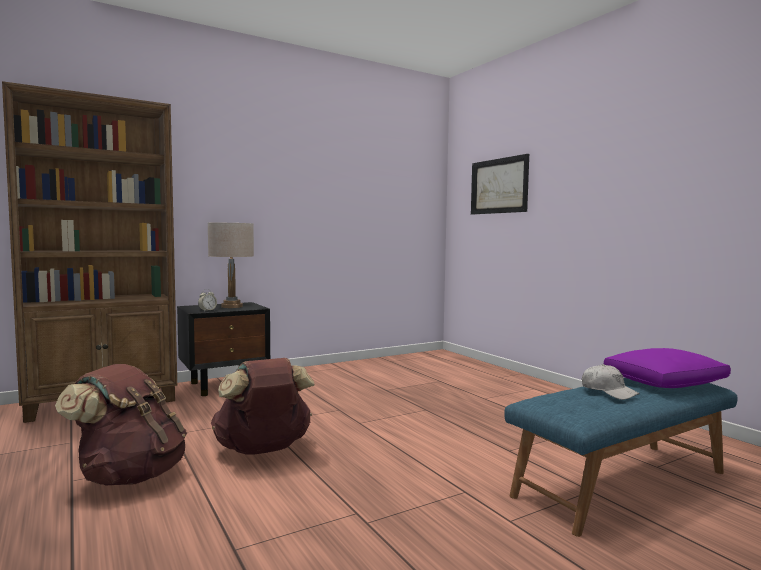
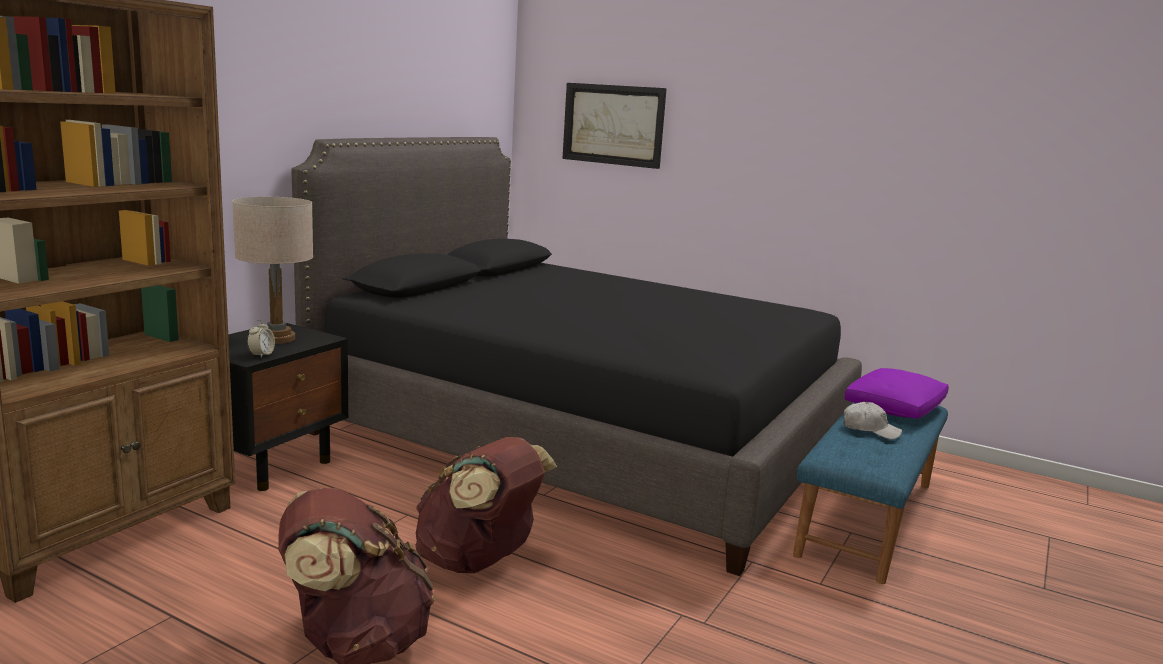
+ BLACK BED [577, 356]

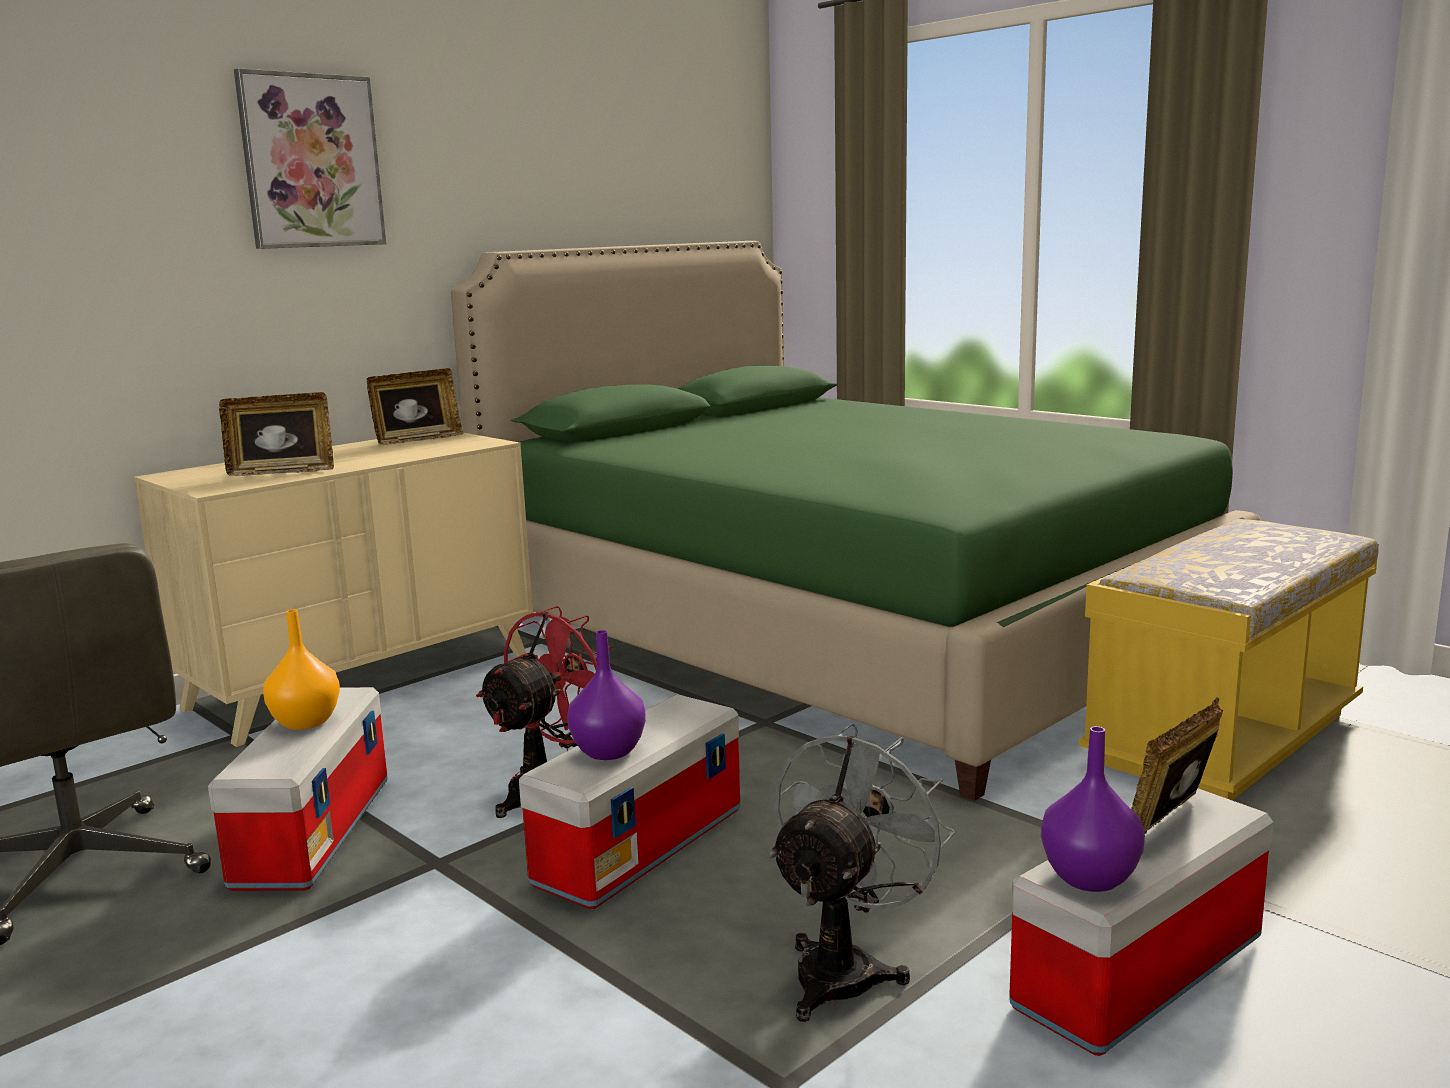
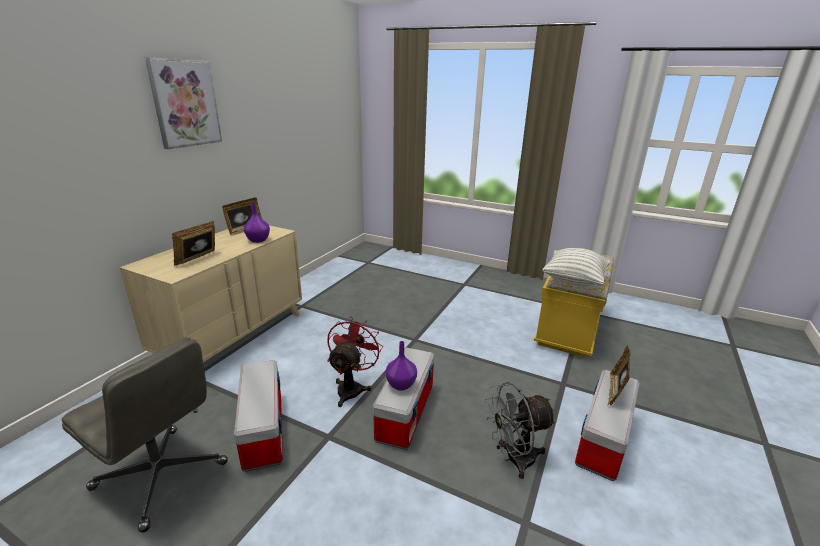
~ PICTURE FRAME [276, 434] = [193, 243] 150 degrees clockwise
~ PURPLE VASE [1093, 809] to [257, 222]
~ GREY FAN [862, 872] = [520, 430] 120 degrees counterclockwise
+ PILLOW [576, 267]
- ORANGE VASE [301, 669]
- GREEN BED [856, 521]

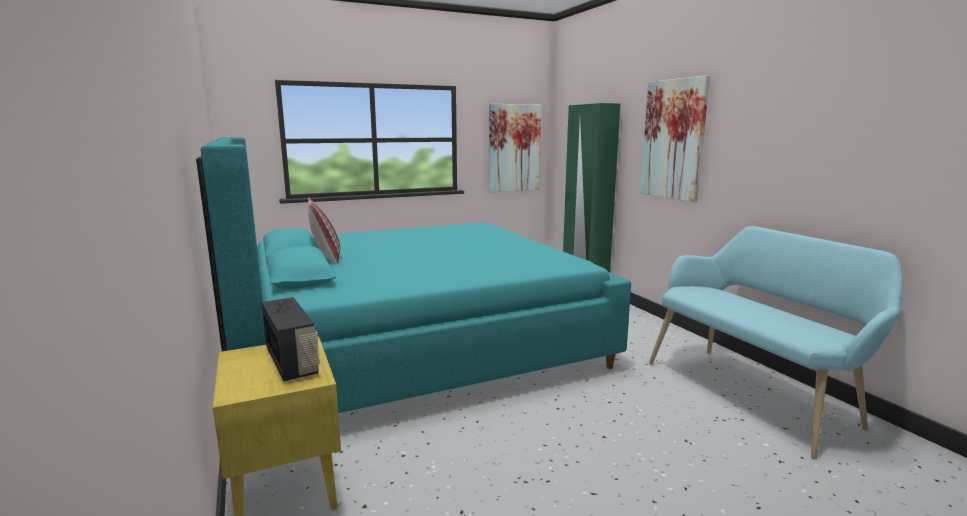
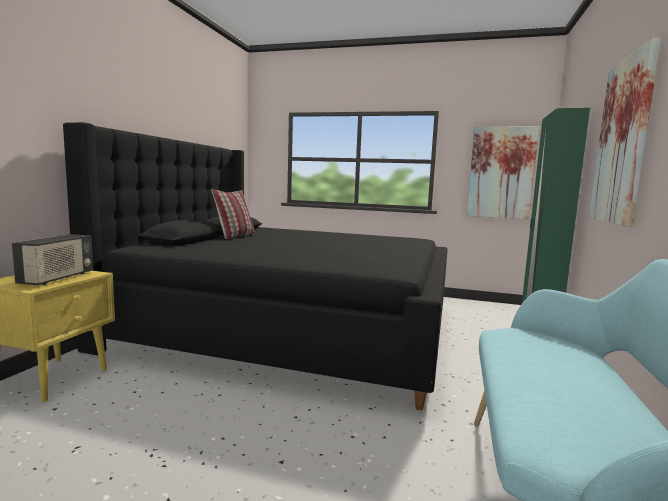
~ TURQUOISE BED [413, 275] to BLACK BED [255, 266]

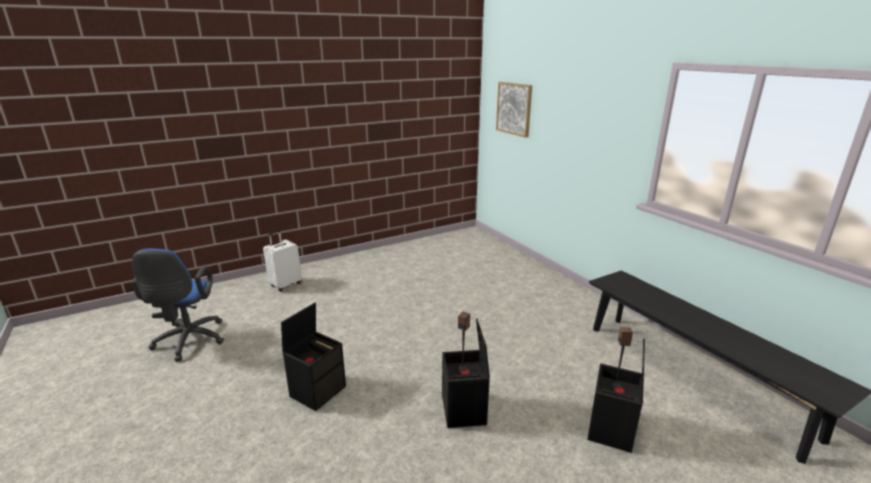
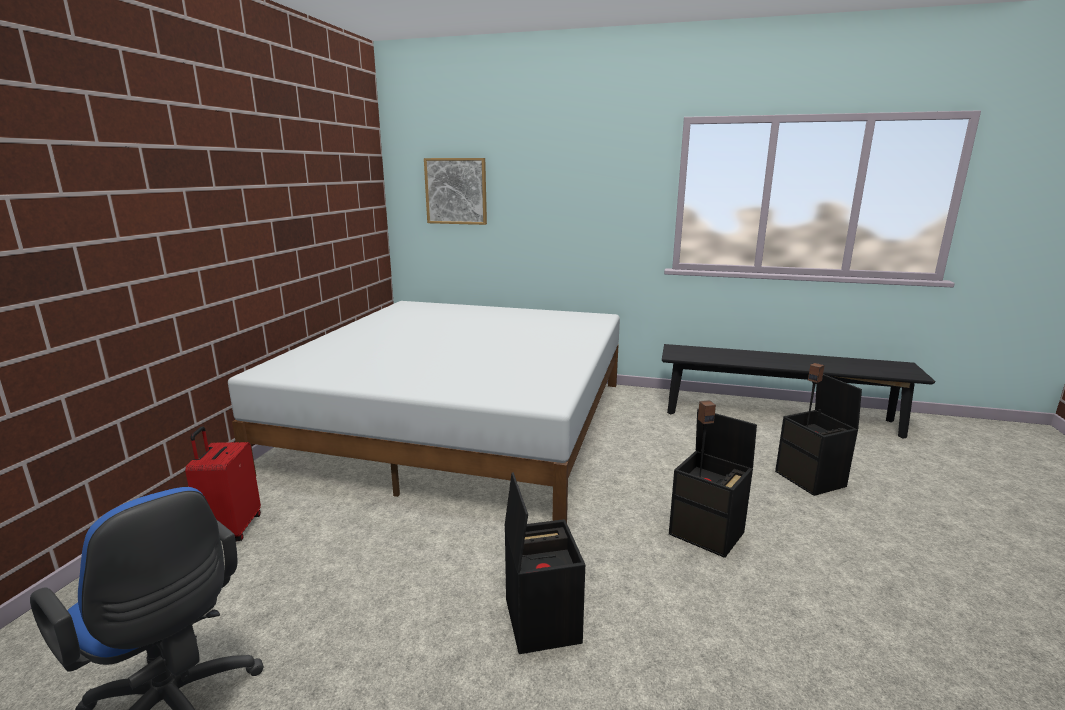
~ WHITE SUITCASE [282, 260] to RED SUITCASE [223, 483]
+ WHITE BED [424, 412]

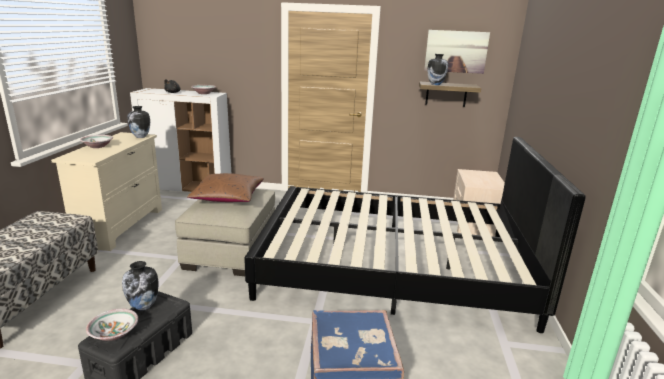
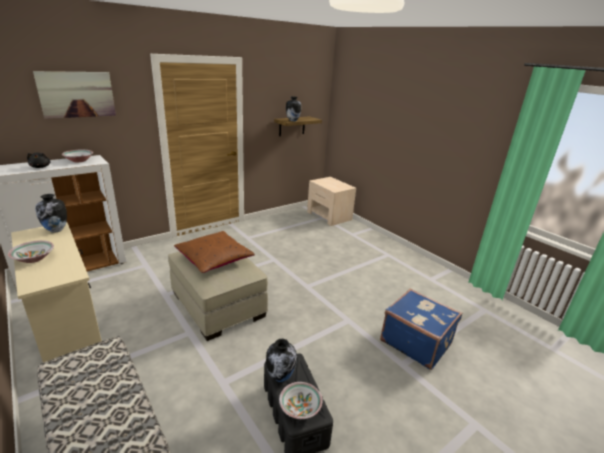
~ PICTURE [457, 52] to [74, 95]
- BLACK BED [415, 235]

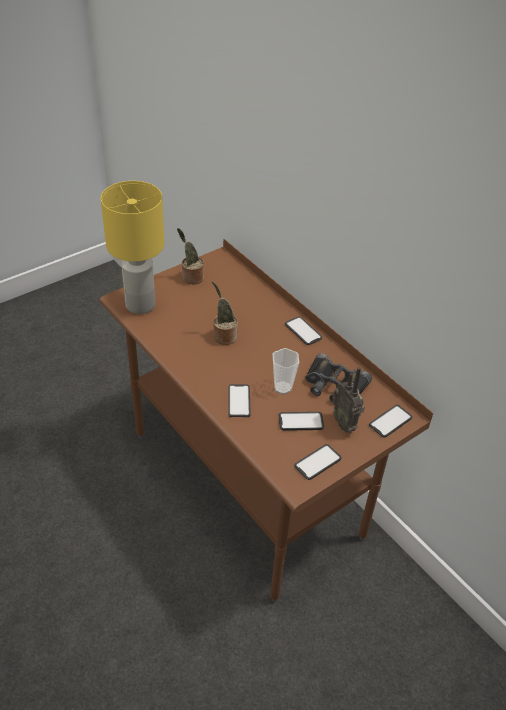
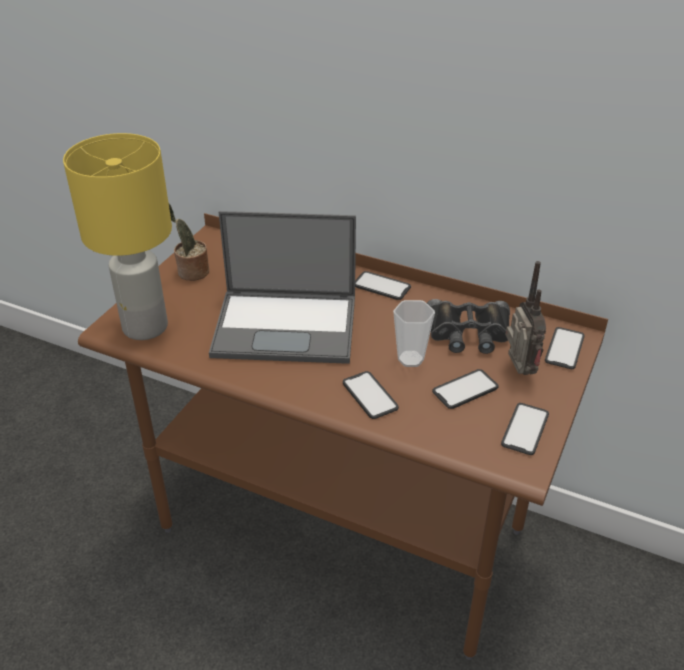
~ POTTED PLANT [225, 313] to LAPTOP [282, 287]
~ RADIO [349, 400] = [525, 318] 135 degrees counterclockwise

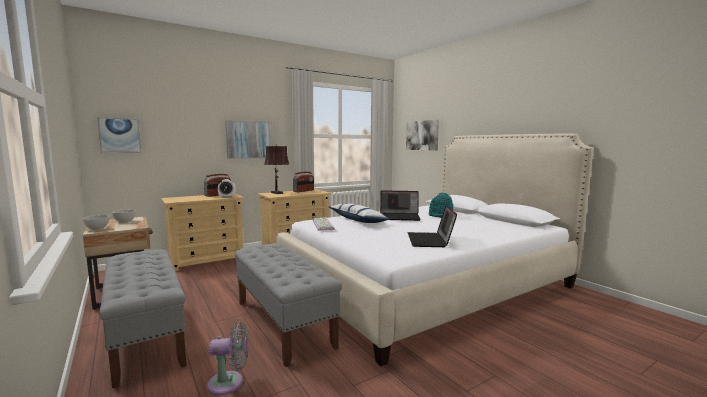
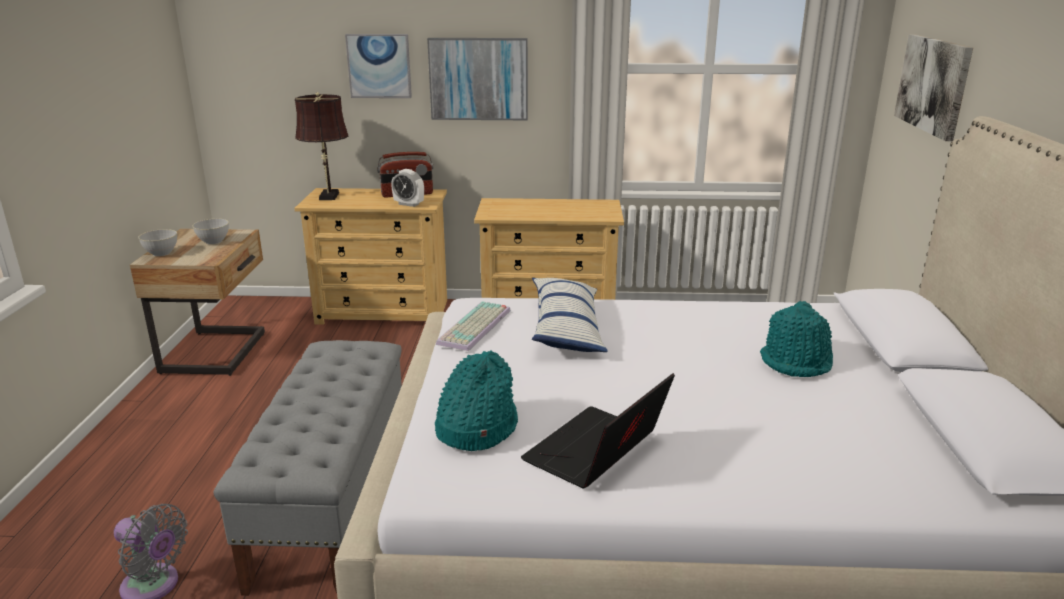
~ BROWN TABLE LAMP [277, 169] to [321, 146]
~ PICTURE [119, 135] to [378, 66]
+ TURQUOISE HAT [476, 401]
- GREY BENCH [143, 318]
- RADIO [303, 182]
- LAPTOP [400, 205]

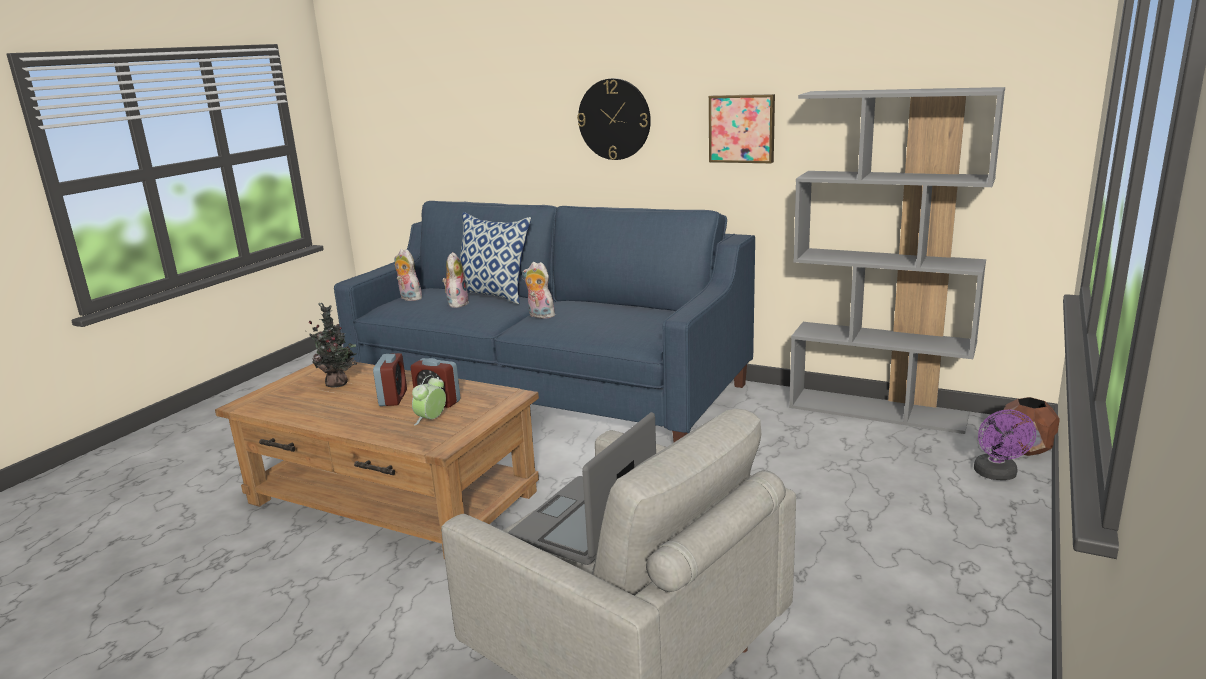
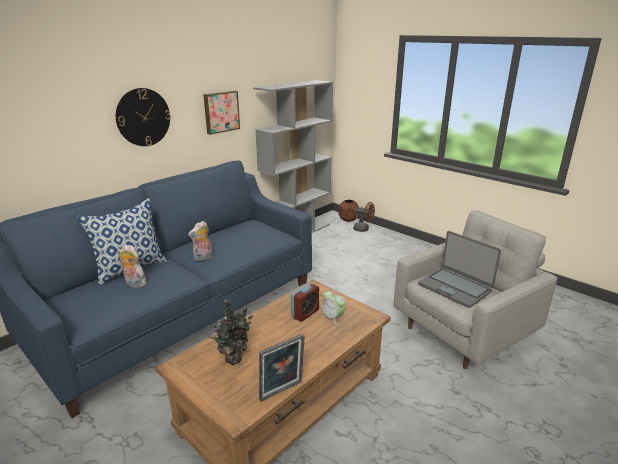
+ PICTURE FRAME [282, 368]
~ PURPLE FAN [1005, 445] to BROWN FAN [364, 217]
- ALARM CLOCK [390, 379]
- PLUSH TOY [408, 275]

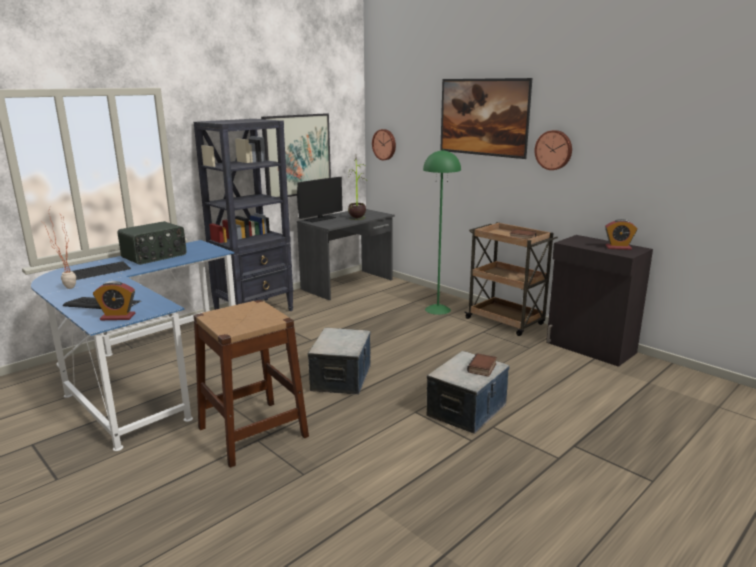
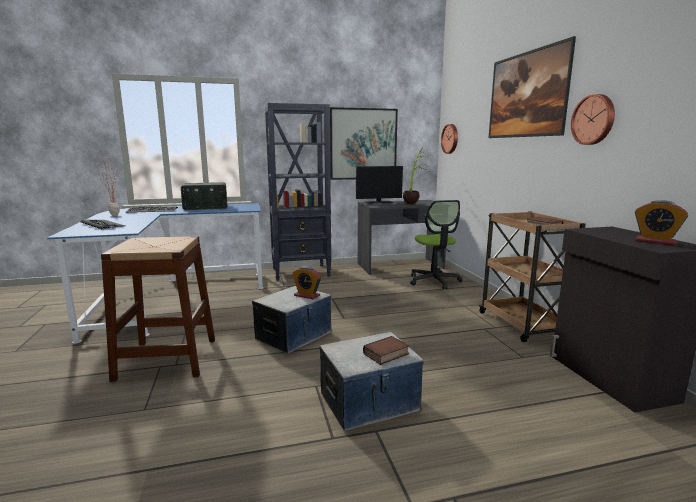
~ ALARM CLOCK [114, 300] to [306, 282]
+ OFFICE CHAIR [436, 244]
- GREEN FLOOR LAMP [442, 232]

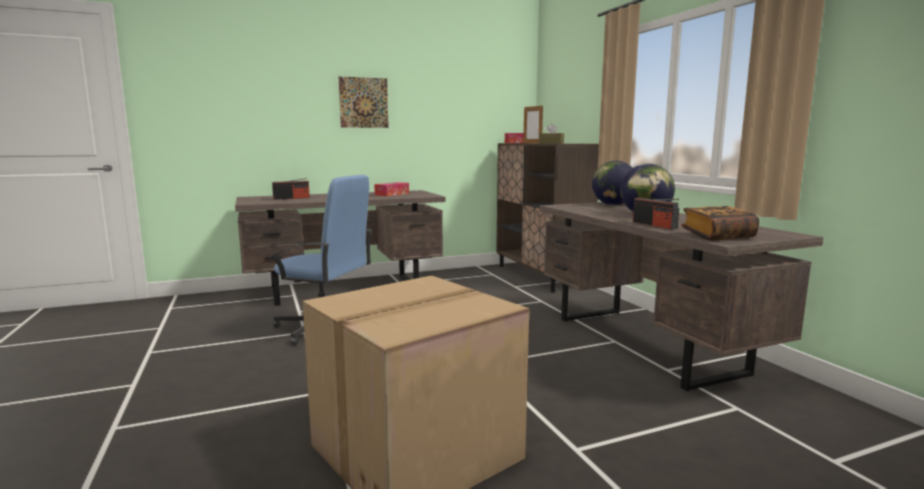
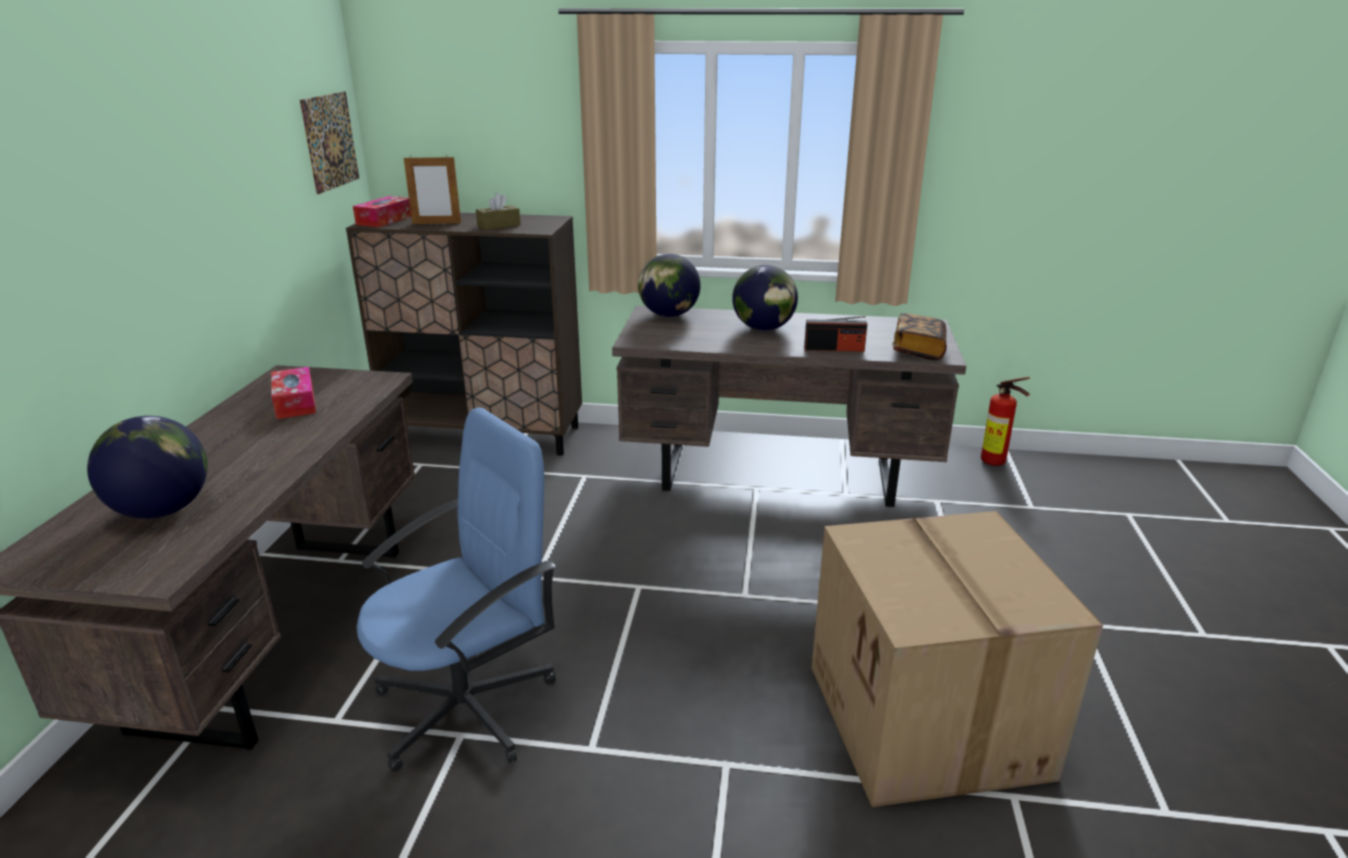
~ RADIO [291, 189] to GLOBE [147, 467]
~ PICTURE [364, 102] to [329, 143]
+ FIRE EXTINGUISHER [1005, 421]

